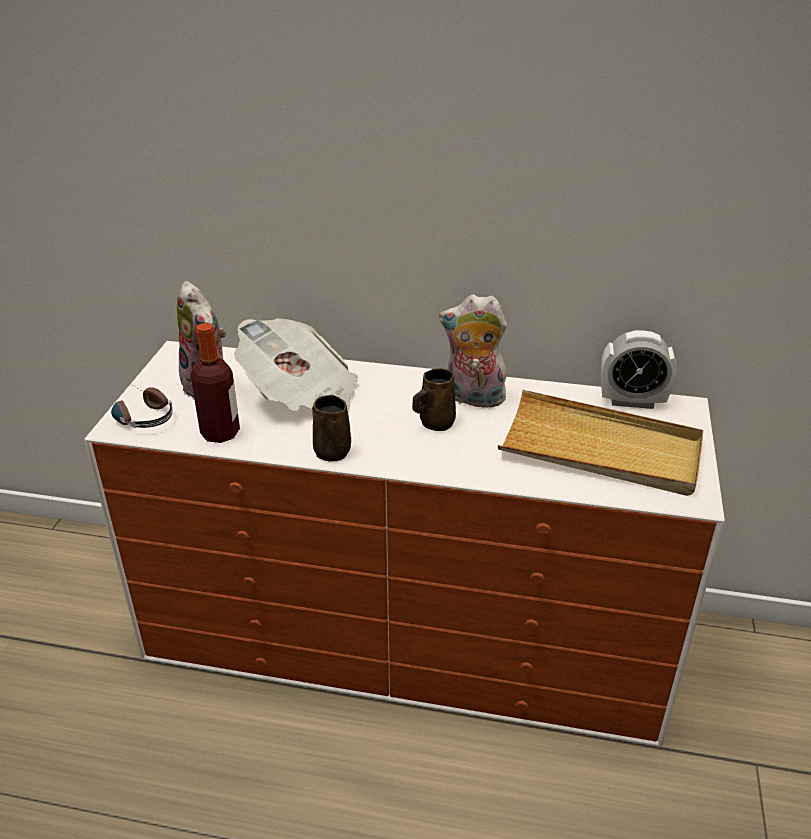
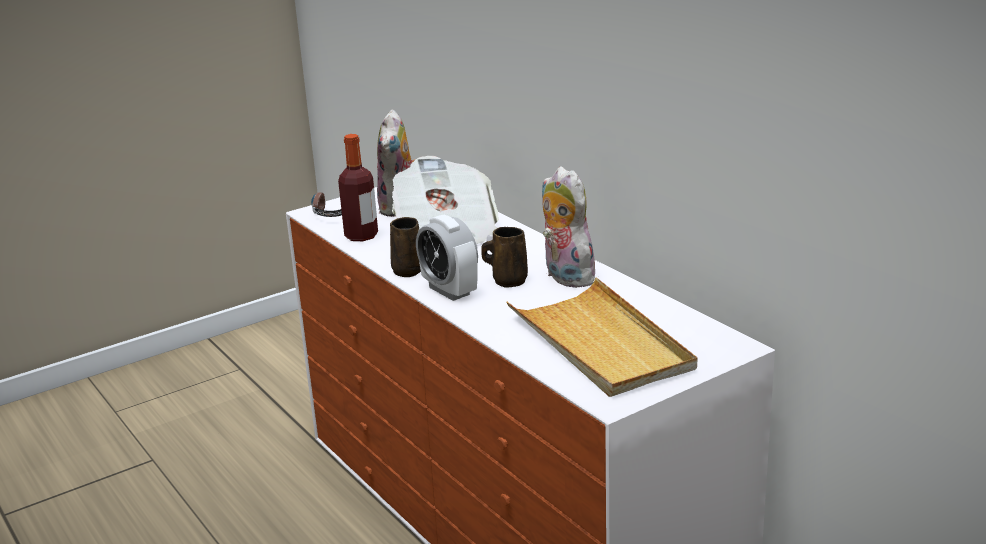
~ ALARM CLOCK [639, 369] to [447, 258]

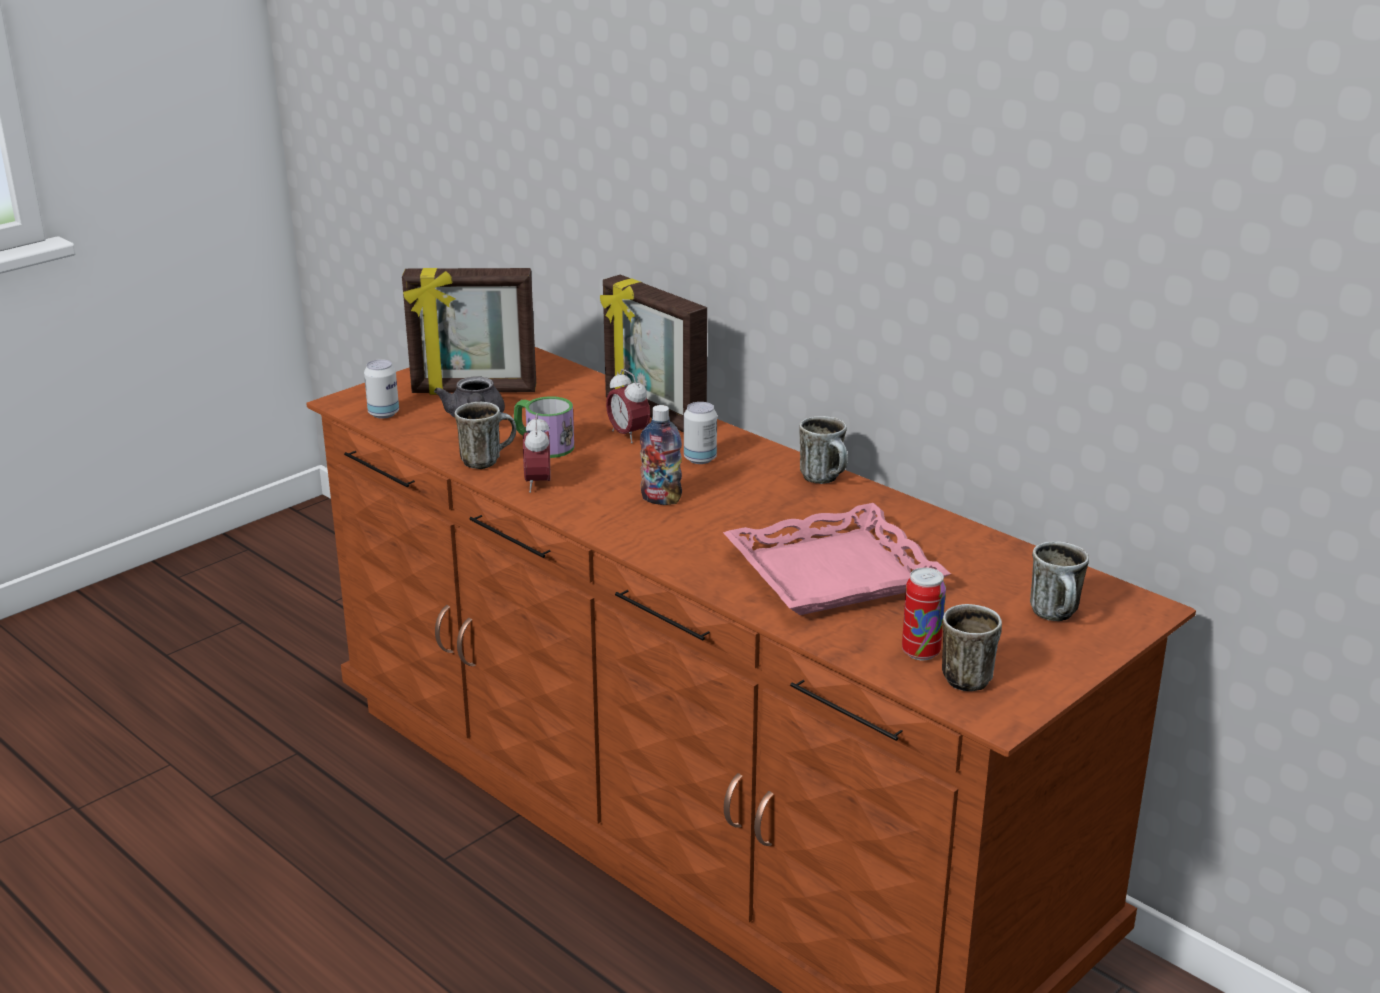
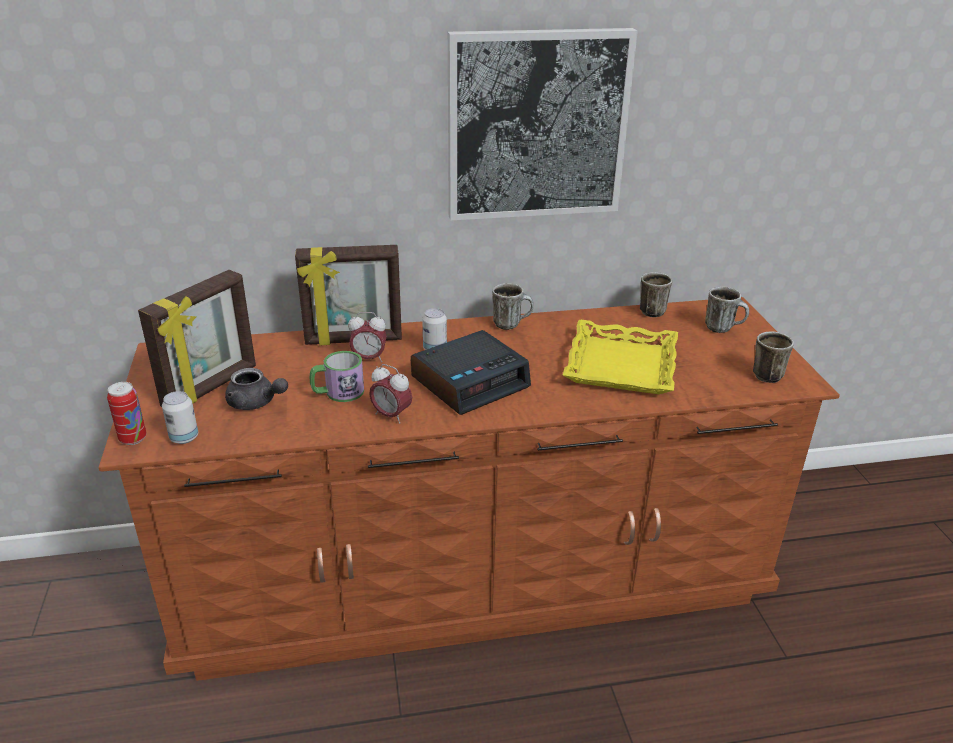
~ CAN [924, 614] to [126, 413]
~ BOTTLE [661, 455] to ALARM CLOCK [471, 372]
+ PICTURE [543, 124]
~ PINK TRAY [837, 559] to YELLOW TRAY [620, 357]
~ MUG [485, 435] to [656, 294]

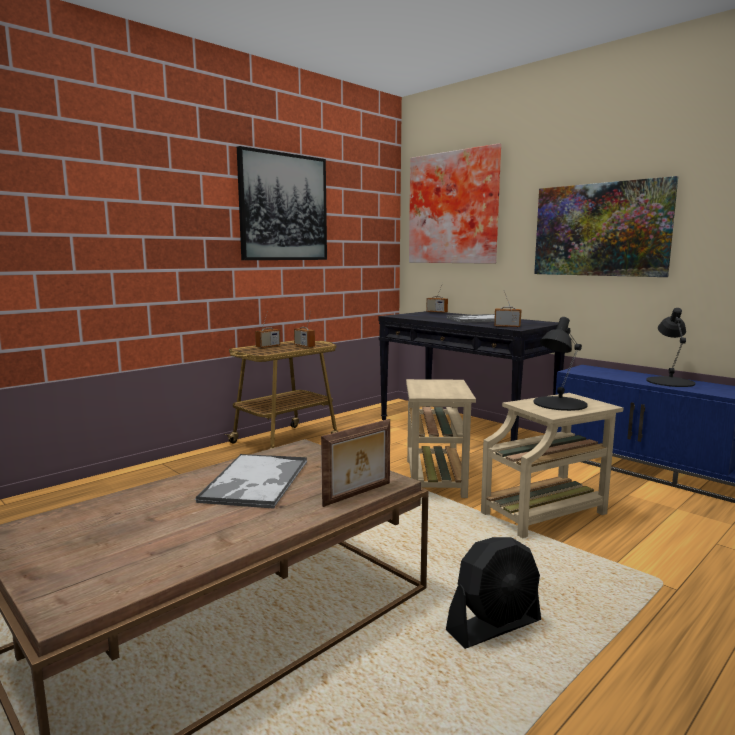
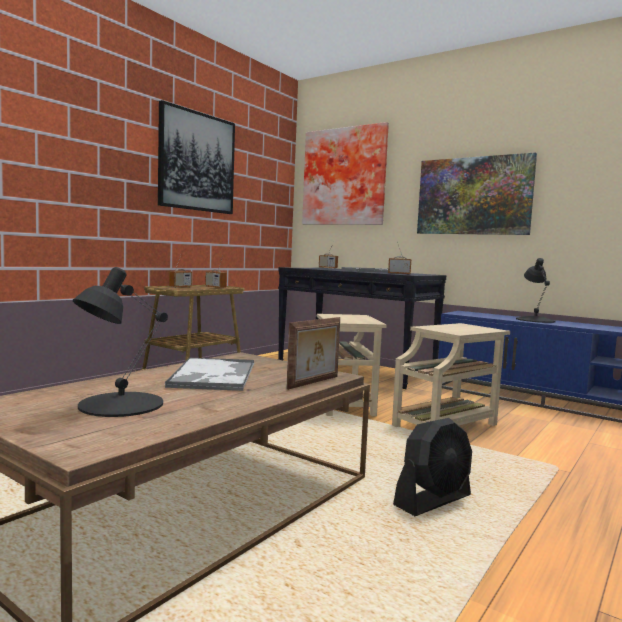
~ BLACK TABLE LAMP [560, 364] to [120, 342]

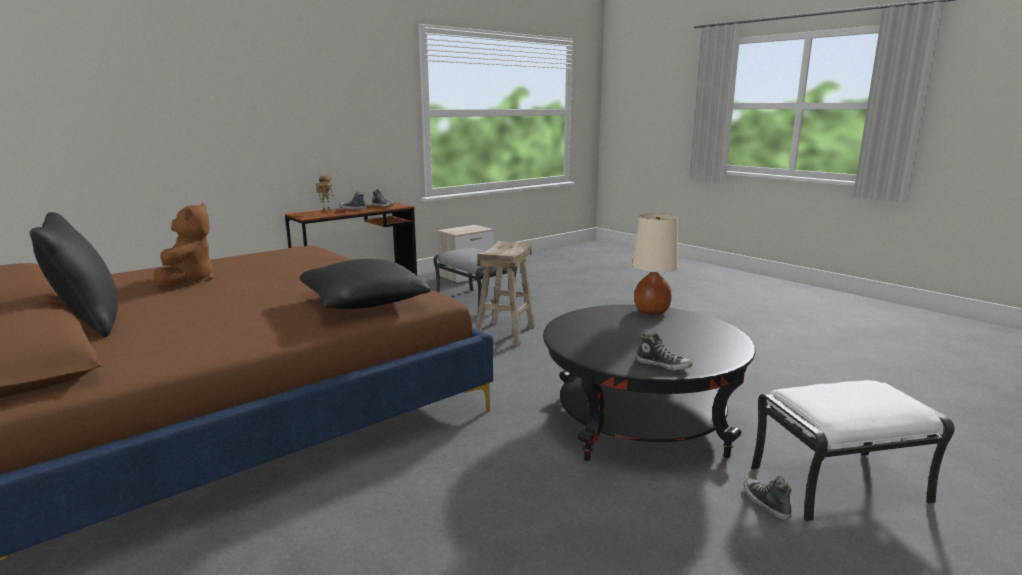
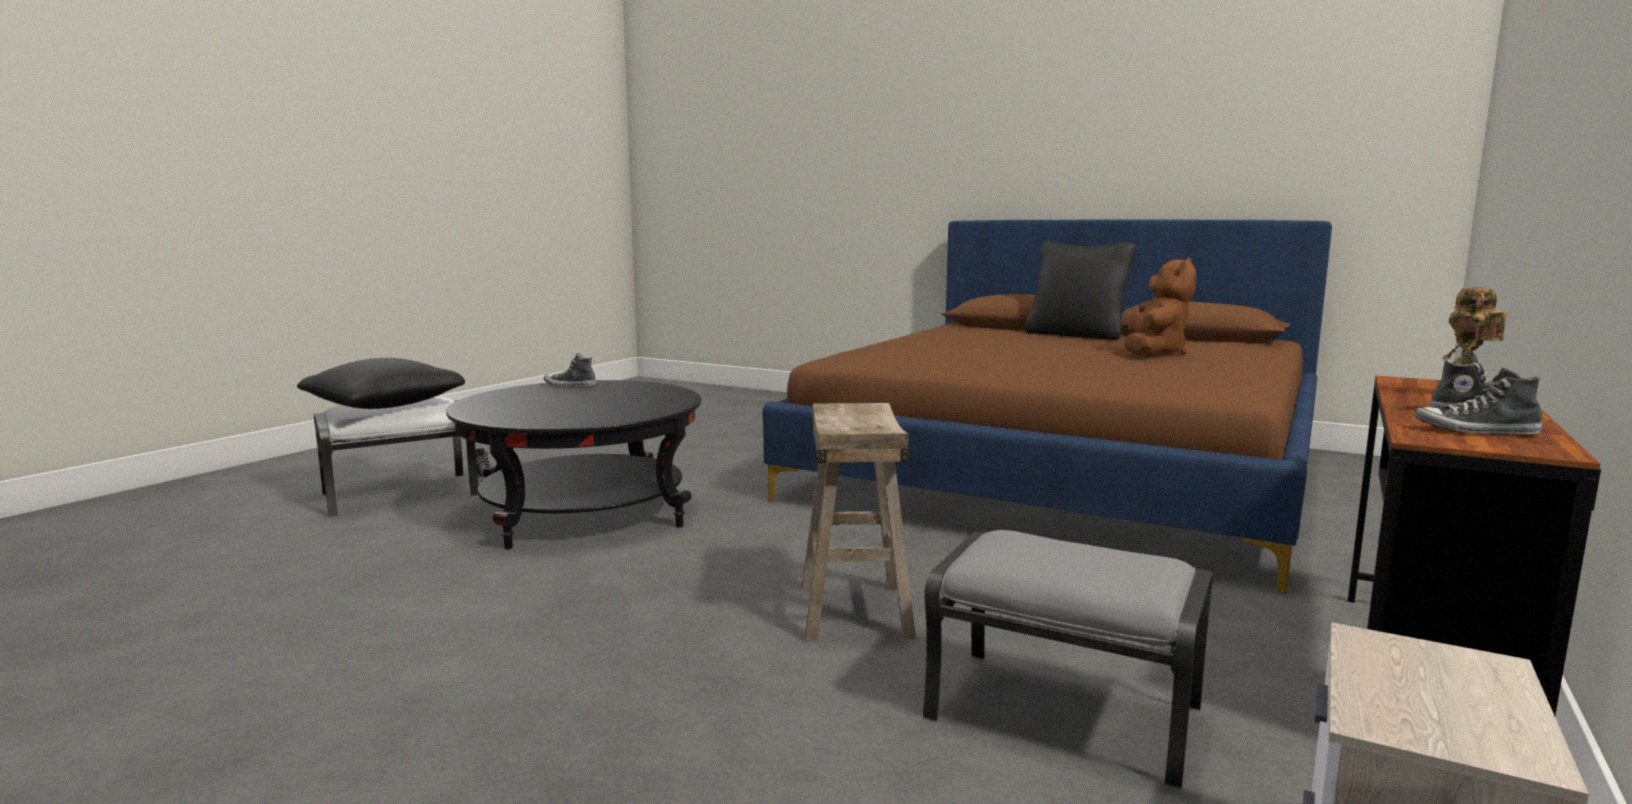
~ BLACK PILLOW [365, 284] to [381, 383]
~ BROWN PLUSH TOY [184, 245] = [1160, 306] 135 degrees counterclockwise
- BEIGE TABLE LAMP [655, 264]

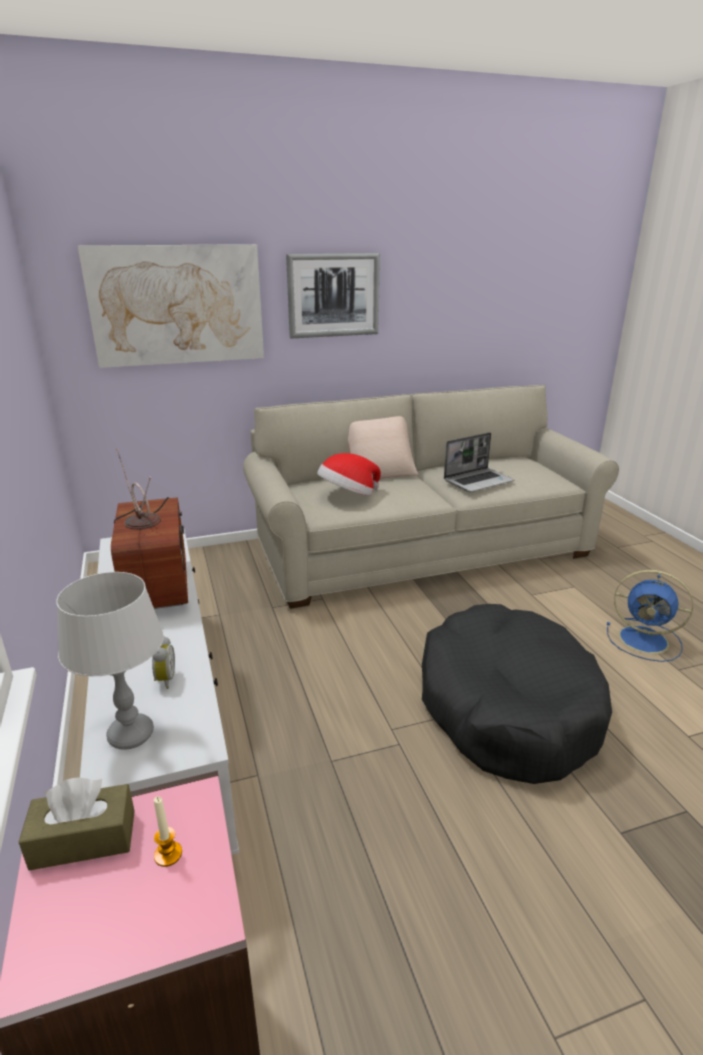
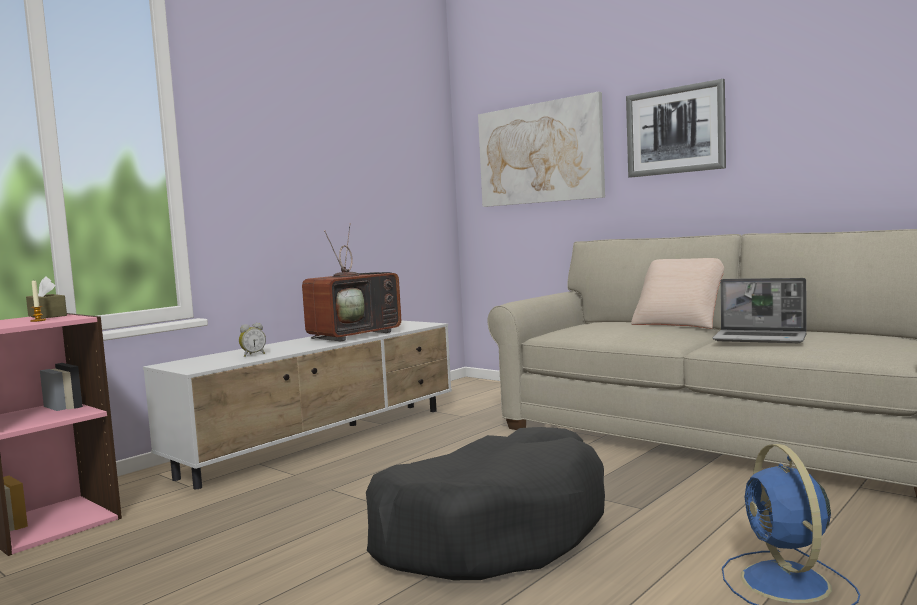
- GREY TABLE LAMP [110, 661]
- HAT [349, 474]

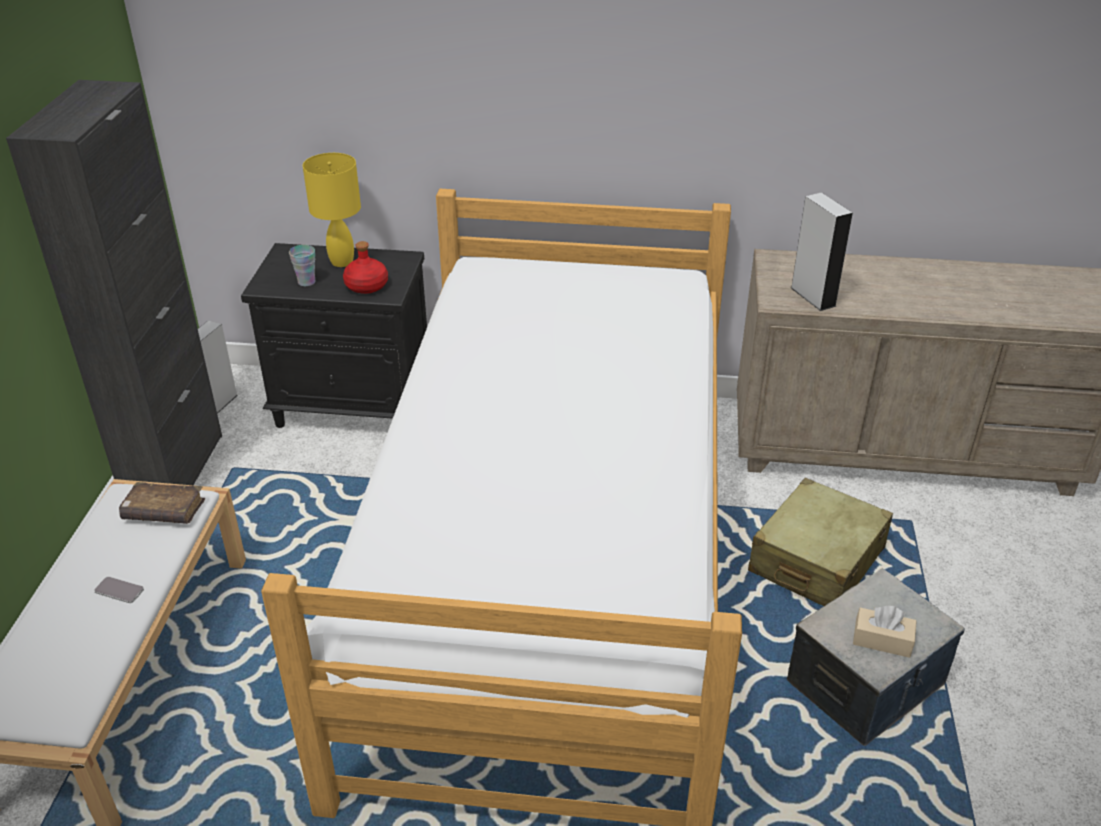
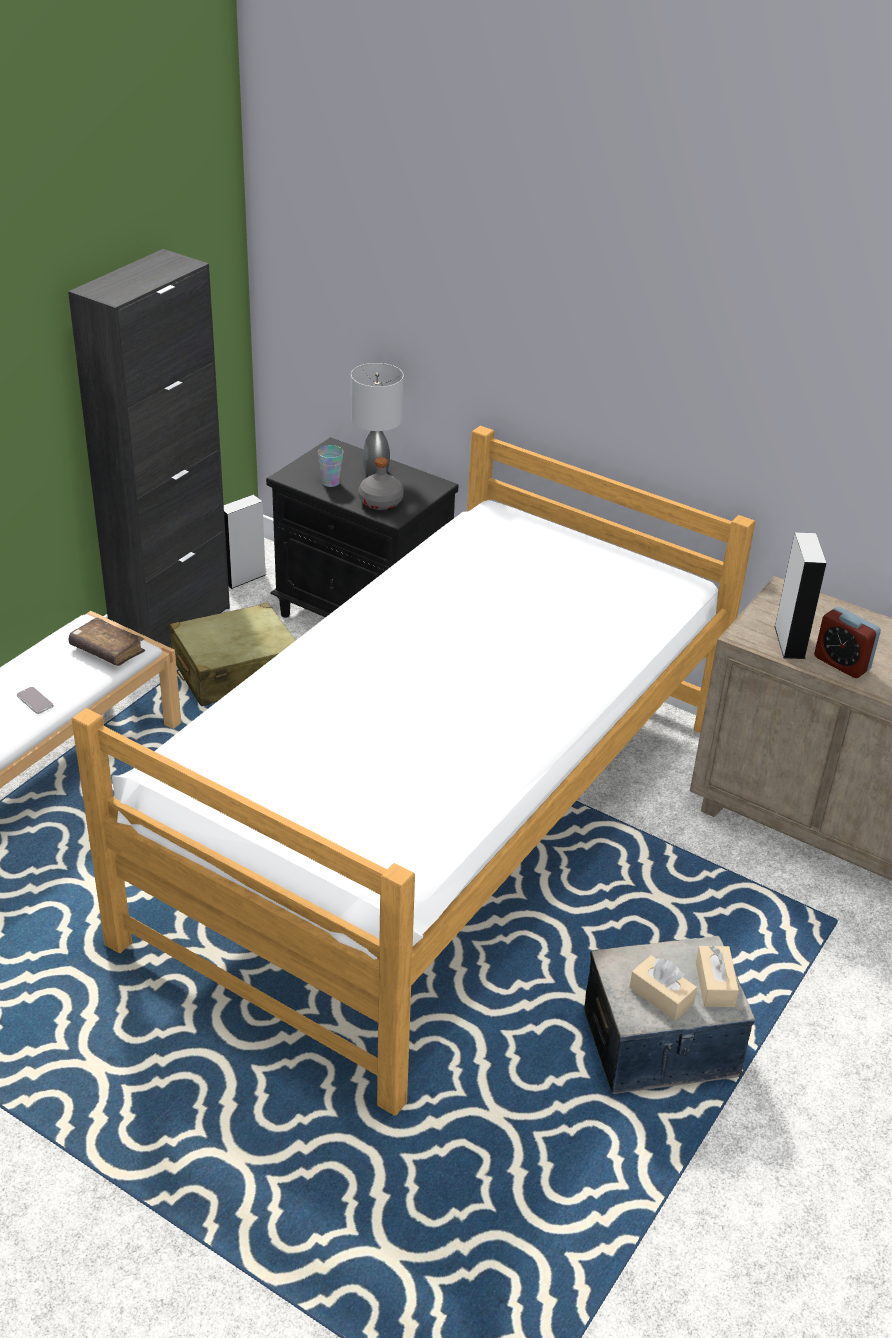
~ BEIGE SUITCASE [820, 542] to [233, 654]
~ YELLOW TABLE LAMP [332, 210] to GREY TABLE LAMP [377, 419]
~ RED BOTTLE [365, 267] to GREY BOTTLE [381, 483]
+ BEIGE TISSUE BOX [717, 976]
+ ALARM CLOCK [847, 642]

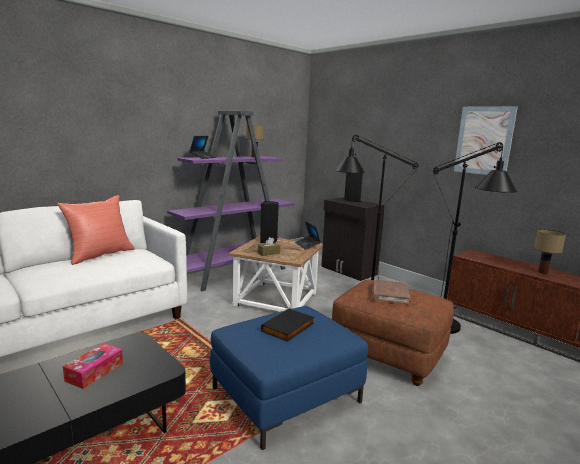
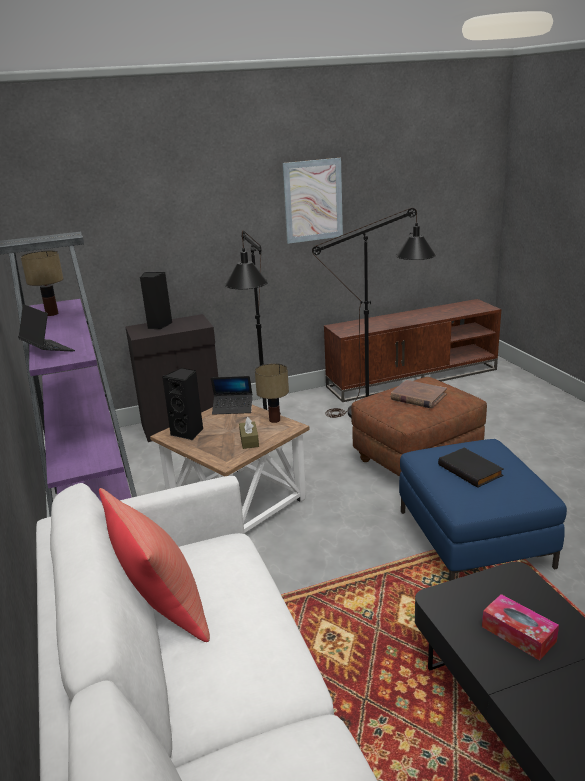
~ TABLE LAMP [550, 251] to [272, 393]

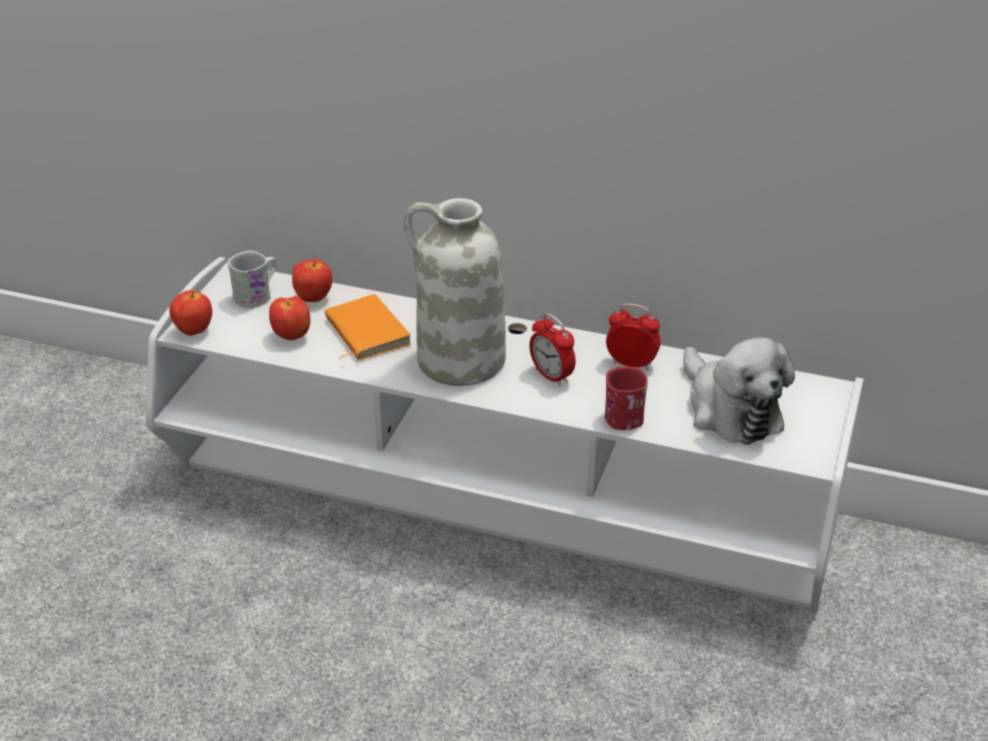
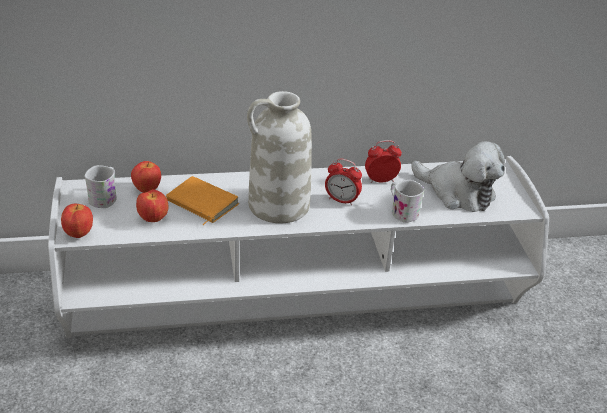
~ RED MUG [626, 398] to WHITE MUG [407, 201]

